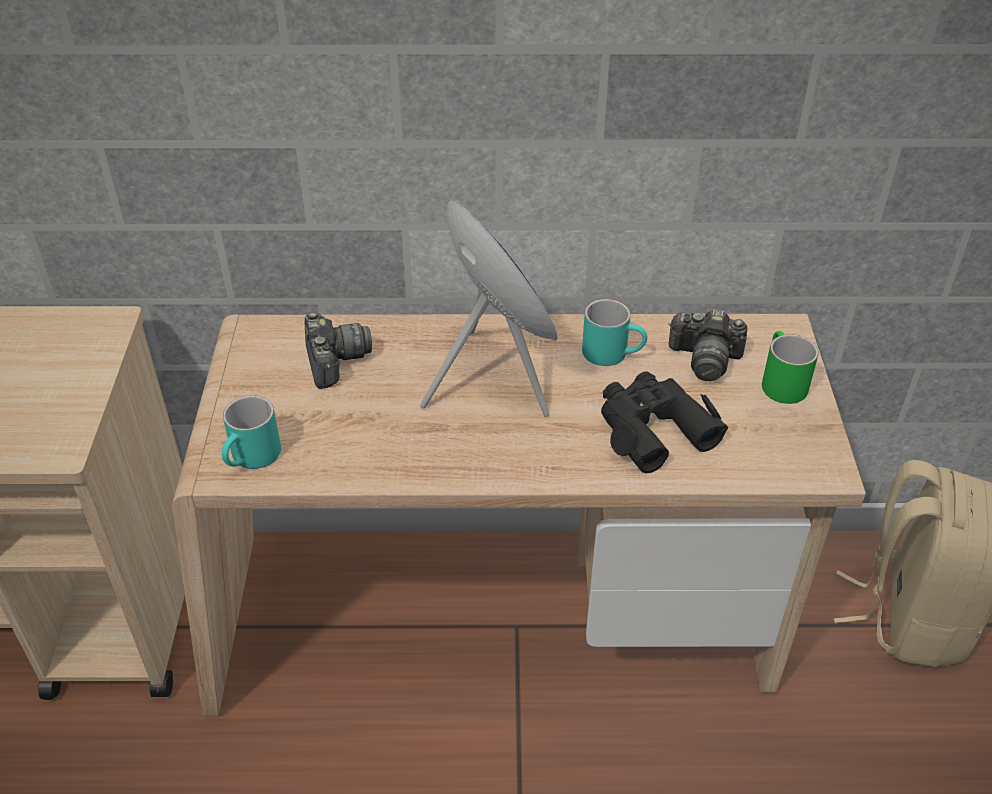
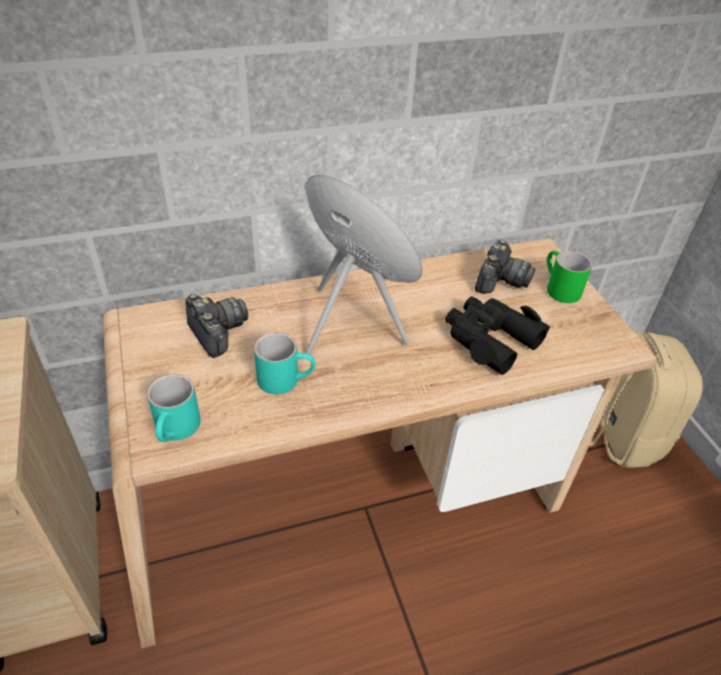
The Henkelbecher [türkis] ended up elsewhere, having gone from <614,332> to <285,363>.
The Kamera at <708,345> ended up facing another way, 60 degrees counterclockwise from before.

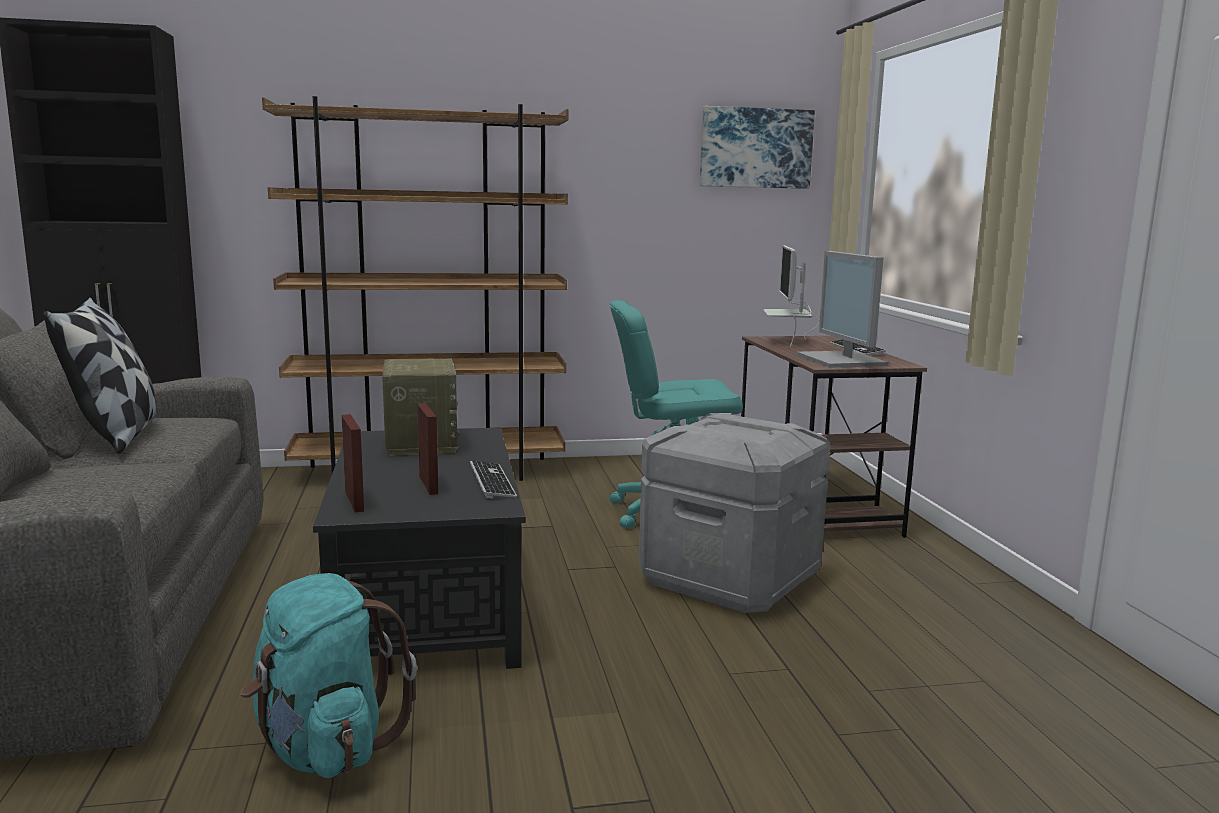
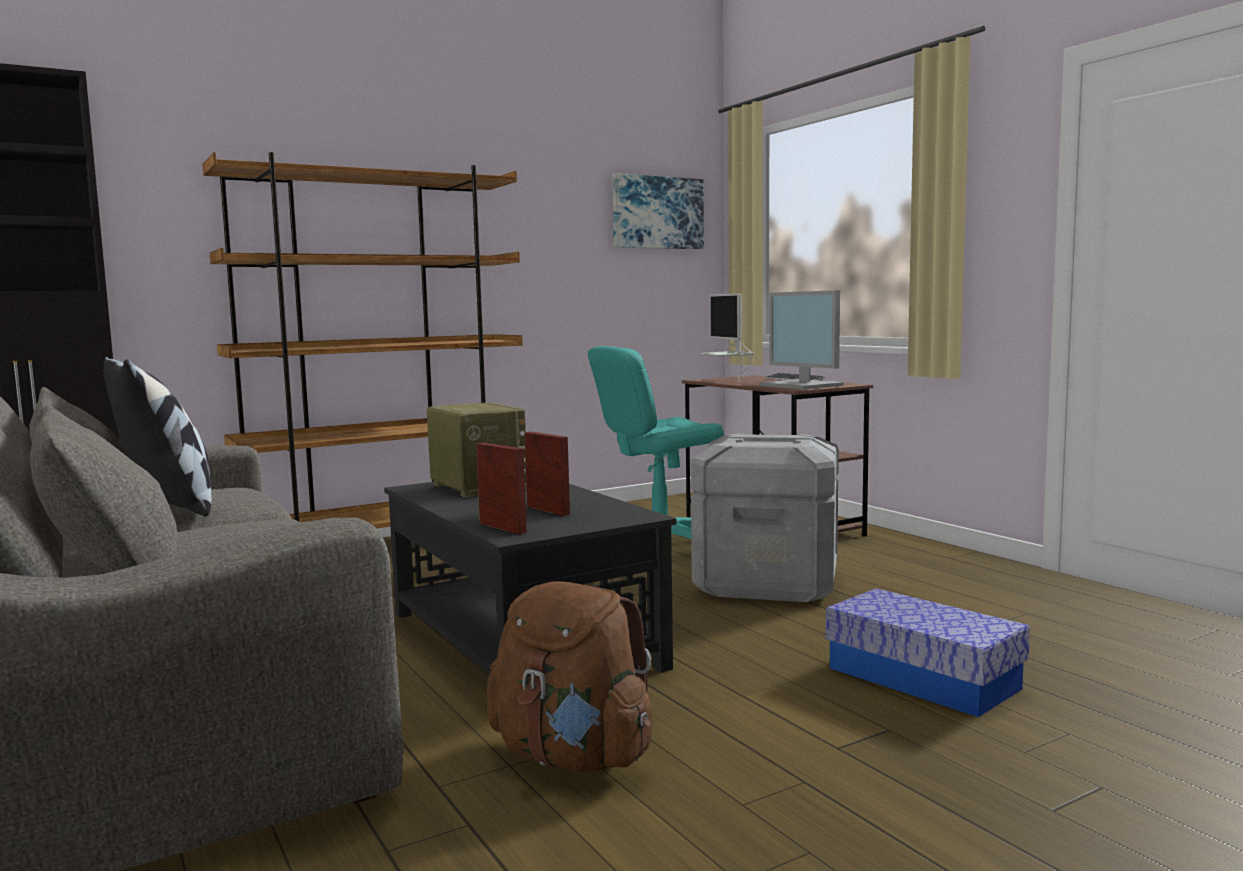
What was the Rucksack [türkis] at <328,675> turned into the Rucksack [braun] at <569,676>.
The second view lost the Tastatur at <493,480>.
The second view gained the Aufbewahrungsbox at <928,652>.

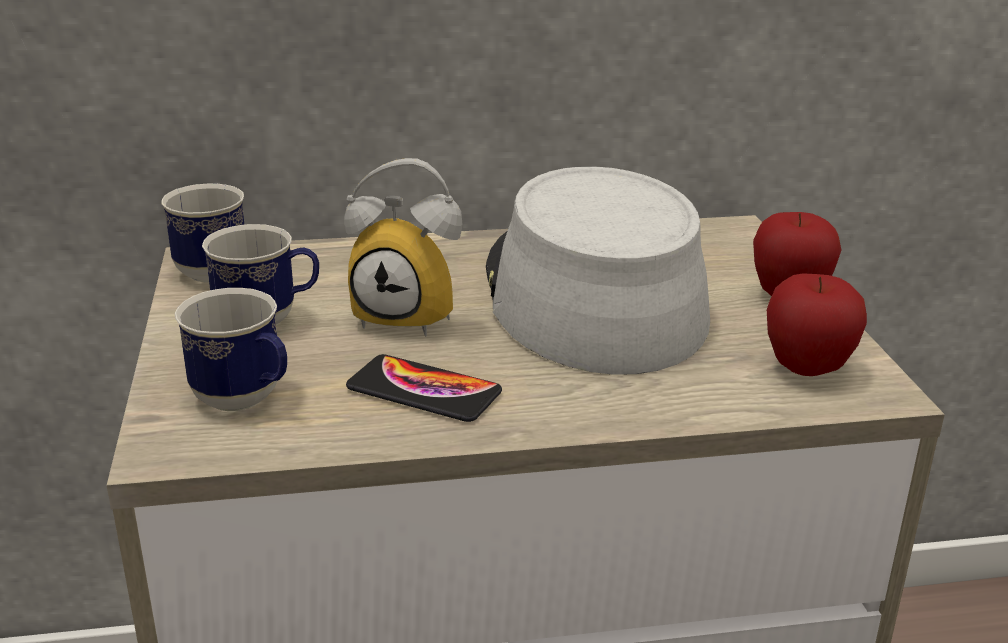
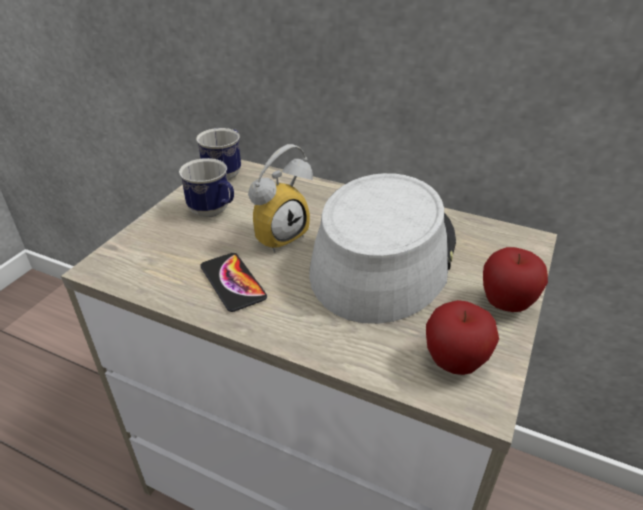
The second view lost the Henkelbecher at <230,349>.
The Wecker at <403,247> ended up facing another way, 90 degrees counterclockwise from before.

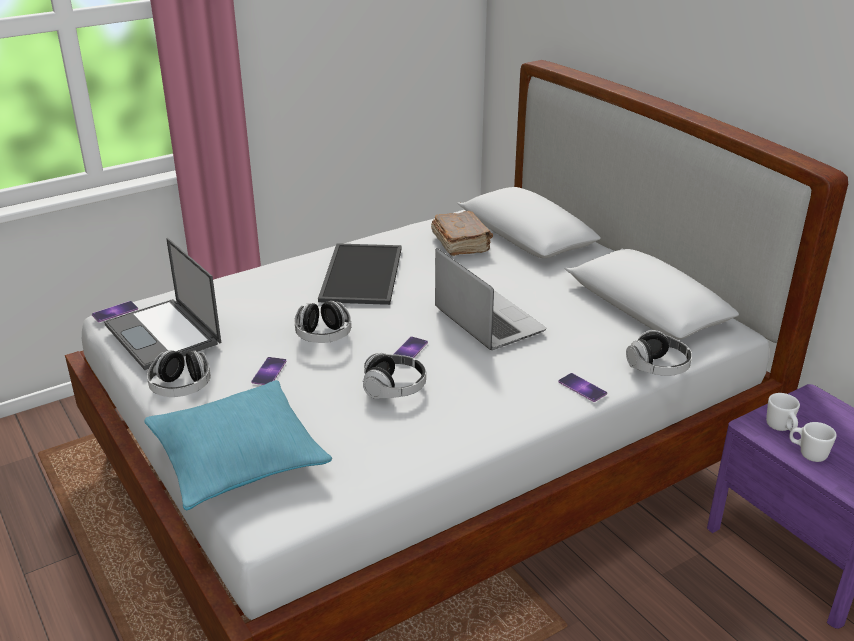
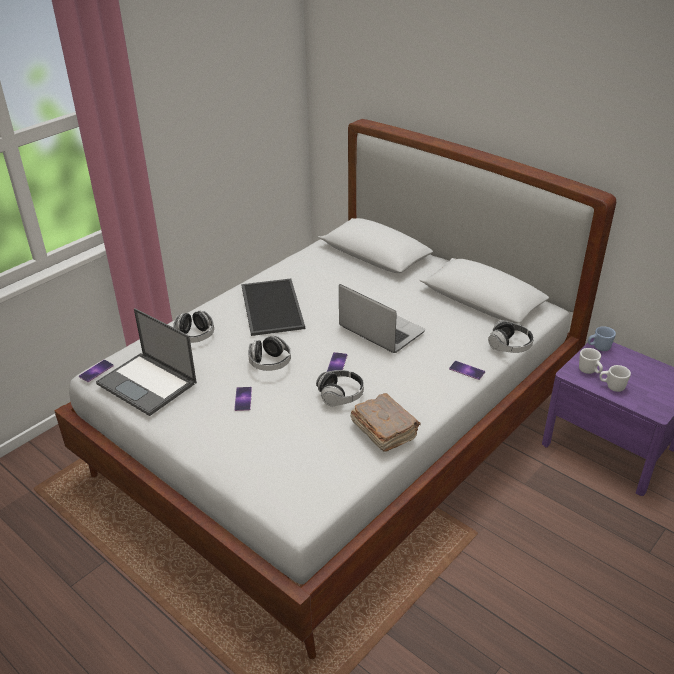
The second view lost the Kissen [türkis] at <238,445>.
The Kopfhörer ended up elsewhere, having gone from <179,373> to <193,327>.
The Buch [braun] ended up elsewhere, having gone from <462,233> to <385,422>.
The second view gained the Henkelbecher [blau] at <602,338>.

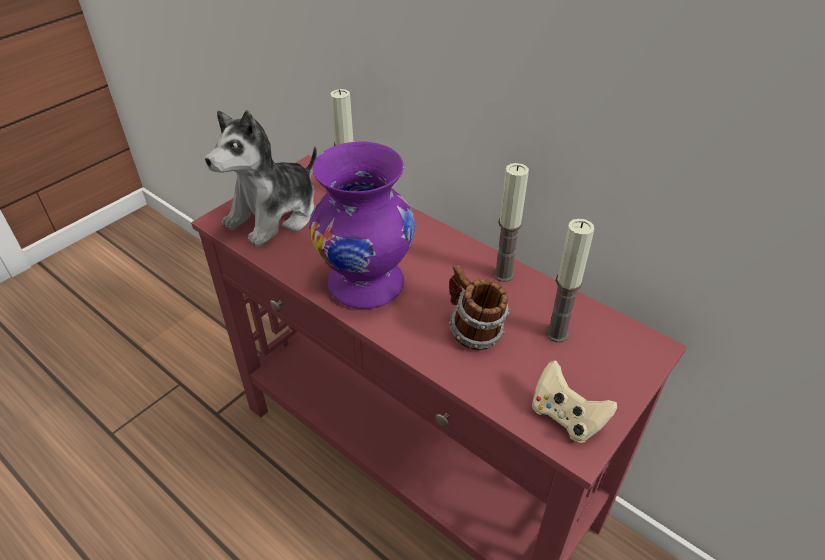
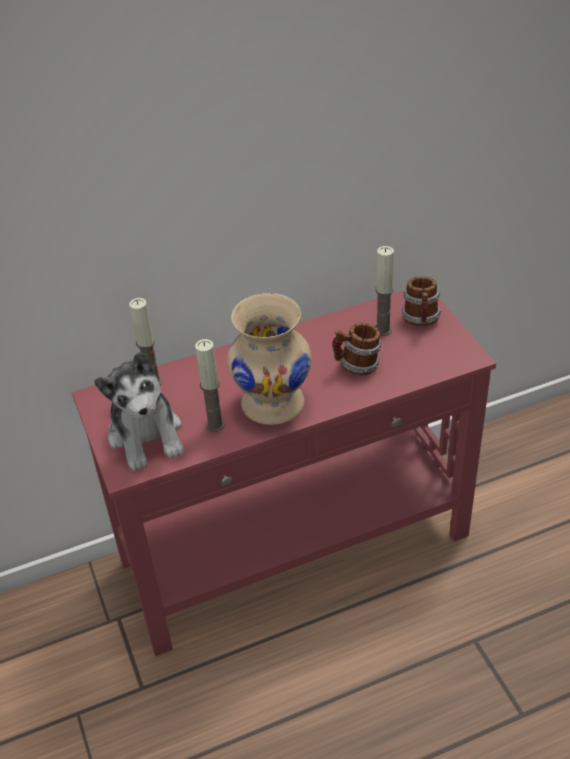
What was the Vase [lila] at <362,225> turned into the Vase [beige] at <269,359>.
The Kerze ended up elsewhere, having gone from <511,222> to <210,385>.
The second view lost the Gamepad [beige] at <574,402>.
The second view gained the Henkelbecher at <421,301>.

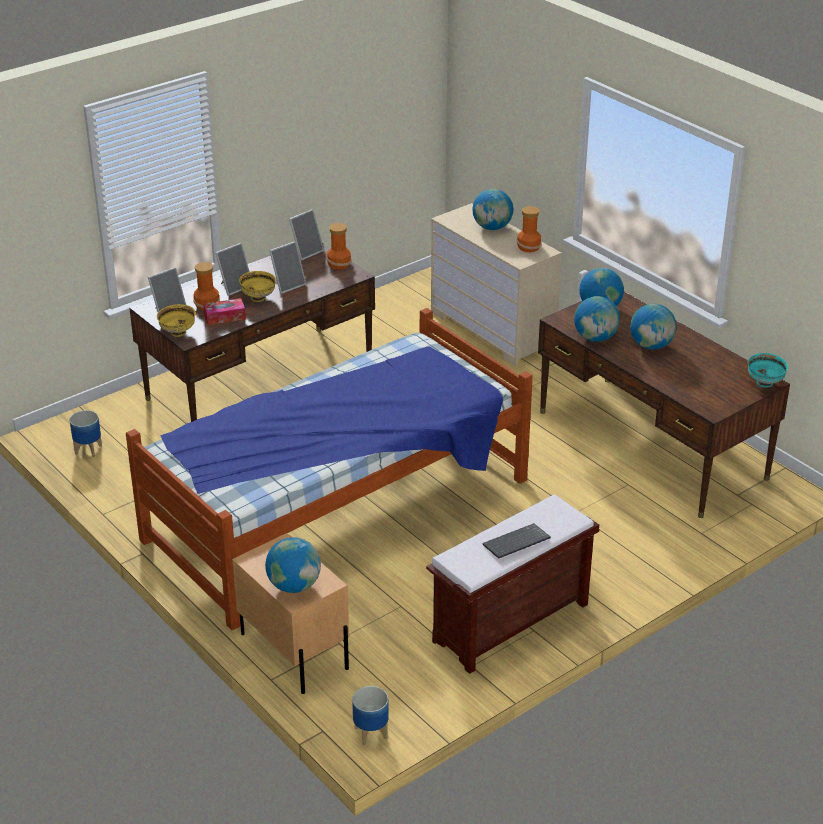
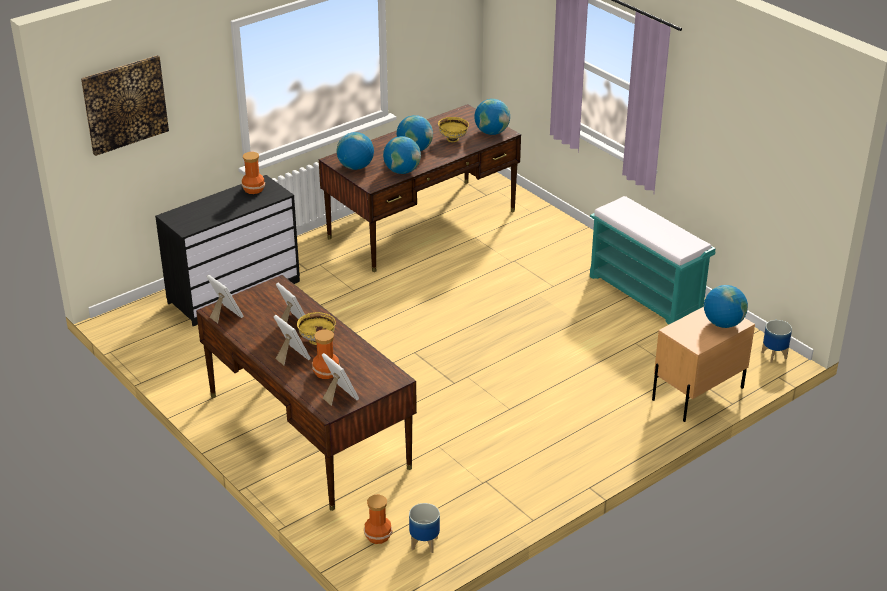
The second view lost the Bett at <329,469>.
The Schüssel [gelb] ended up elsewhere, having gone from <176,320> to <453,129>.
The second view lost the Taschentuchbox at <224,311>.
The Vase ended up elsewhere, having gone from <339,246> to <378,519>.
What was the Bank [braun] at <512,584> turned into the Bank [türkis] at <653,260>.
What was the Kommode [beige] at <496,284> turned into the Kommode [schwarz] at <227,250>.
The Globus ended up elsewhere, having gone from <492,209> to <492,117>.
The second view lost the Tastatur at <516,541>.
The second view lost the Schüssel [türkis] at <768,370>.
The second view gained the Bild at <125,105>.

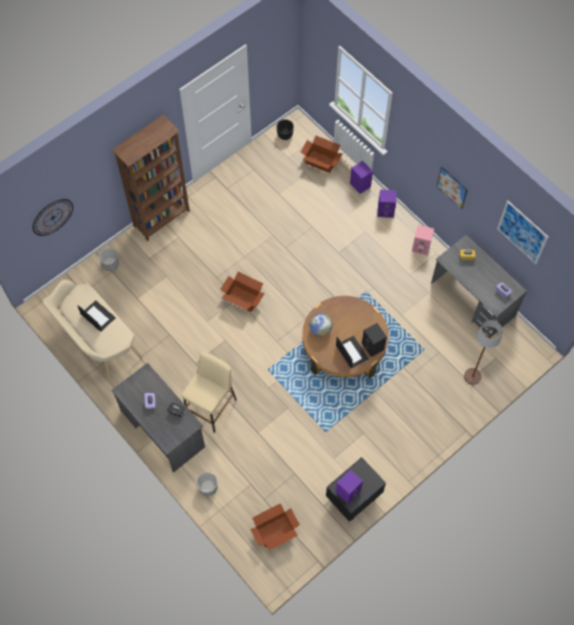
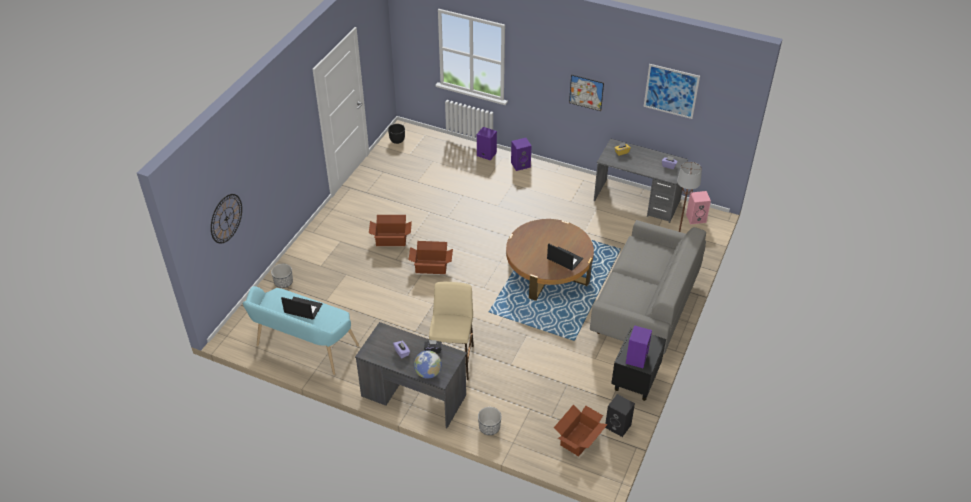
What was the Bank [beige] at <92,329> turned into the Bank [türkis] at <301,330>.
The second view lost the Bücherregal [braun] at <151,178>.
The Karton ended up elsewhere, having gone from <322,154> to <390,230>.
The Globus ended up elsewhere, having gone from <321,325> to <428,364>.
The Lautsprecher [schwarz] ended up elsewhere, having gone from <374,340> to <620,415>.
The Lautsprecher [rosa] ended up elsewhere, having gone from <423,240> to <698,207>.
The second view gained the Sofa [grau] at <648,287>.

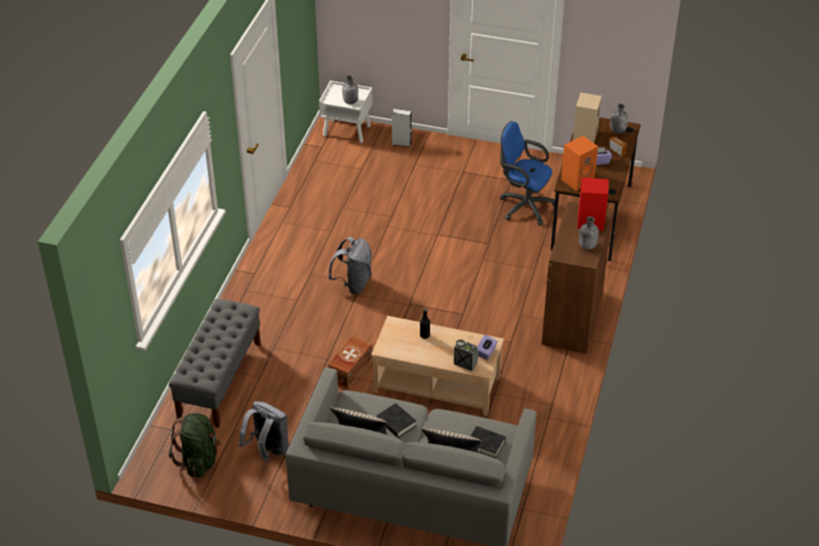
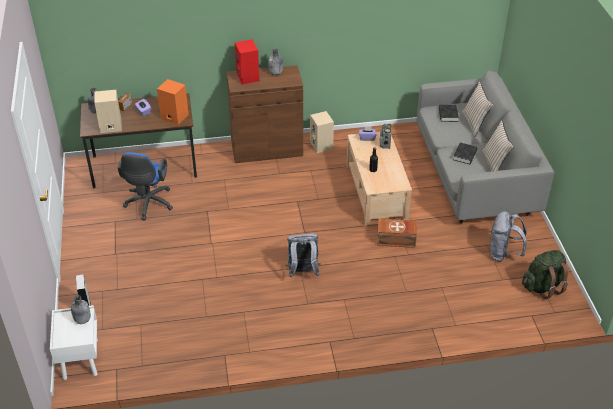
The second view lost the Bank [grau] at <215,363>.
The second view gained the Lautsprecher [beige] at <322,132>.

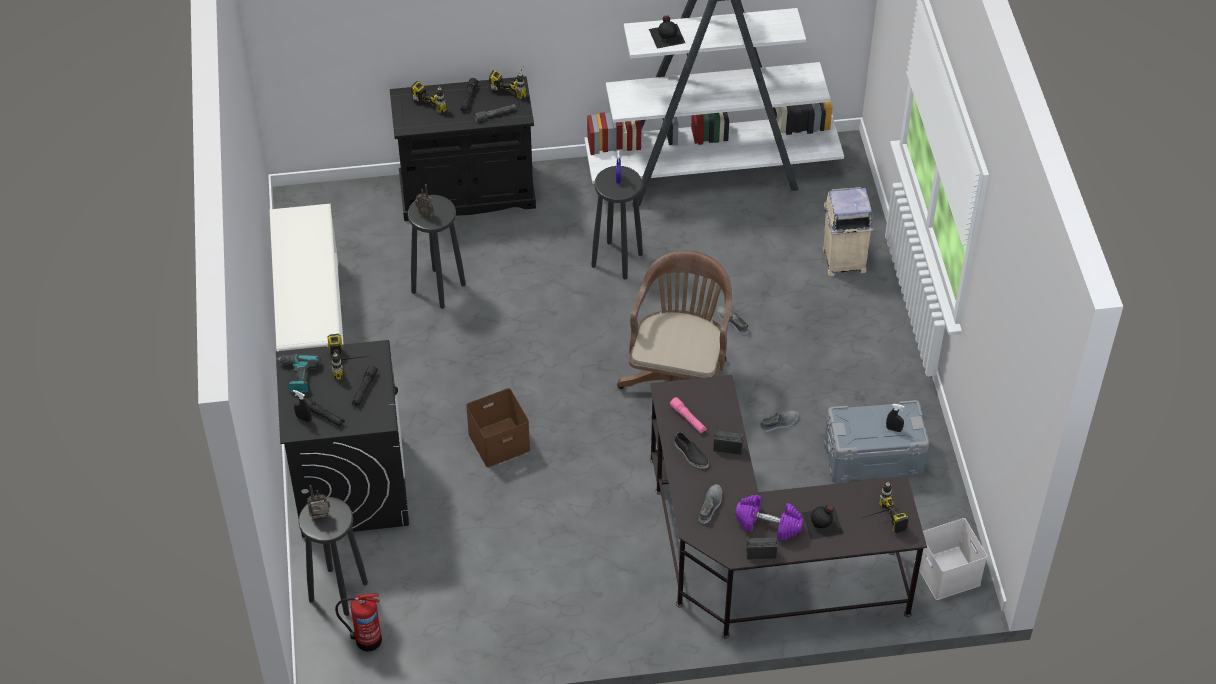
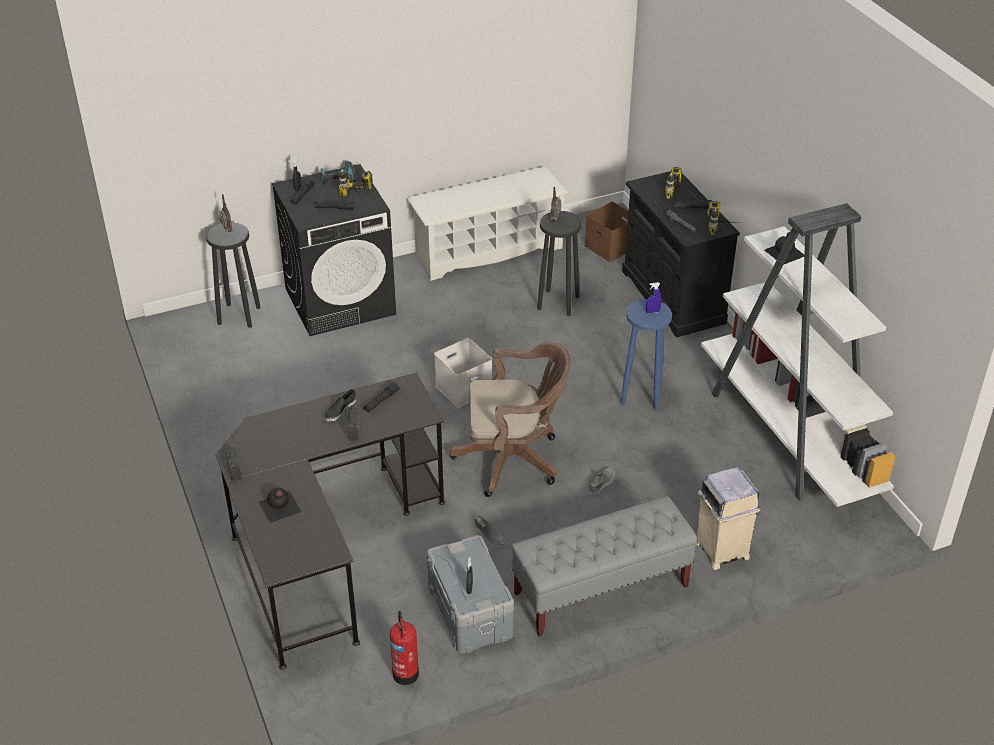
The Feuerlöscher ended up elsewhere, having gone from <358,622> to <404,648>.
The Aufbewahrungsbox [braun] ended up elsewhere, having gone from <498,428> to <607,232>.
What was the Hocker [schwarz] at <617,222> turned into the Hocker [blau] at <646,354>.
What was the Taschenlampe [rosa] at <688,415> turned into the Taschenlampe [schwarz] at <381,397>.
The second view lost the Schuh [grau] at <710,504>.
The second view lost the Hantel [lila] at <769,517>.
The second view lost the Bohrmaschine at <886,507>.
The Aufbewahrungsbox [weiß] ended up elsewhere, having gone from <953,559> to <463,373>.
The second view gained the Bank [grau] at <604,566>.

